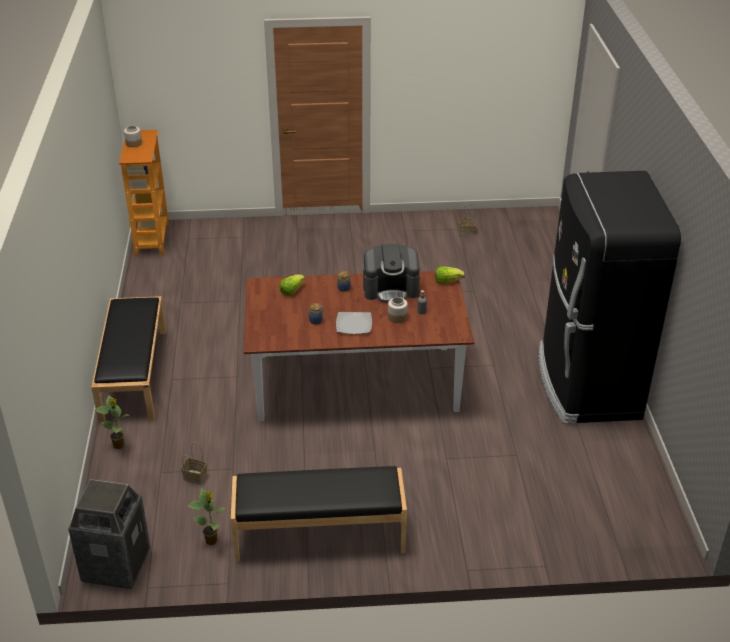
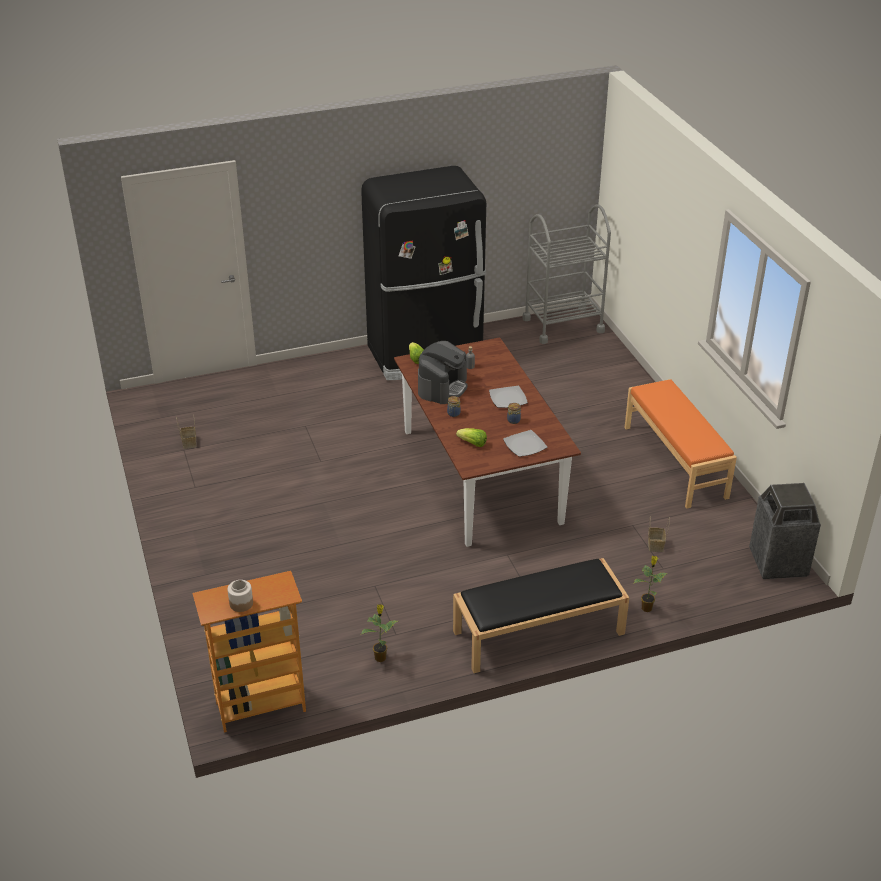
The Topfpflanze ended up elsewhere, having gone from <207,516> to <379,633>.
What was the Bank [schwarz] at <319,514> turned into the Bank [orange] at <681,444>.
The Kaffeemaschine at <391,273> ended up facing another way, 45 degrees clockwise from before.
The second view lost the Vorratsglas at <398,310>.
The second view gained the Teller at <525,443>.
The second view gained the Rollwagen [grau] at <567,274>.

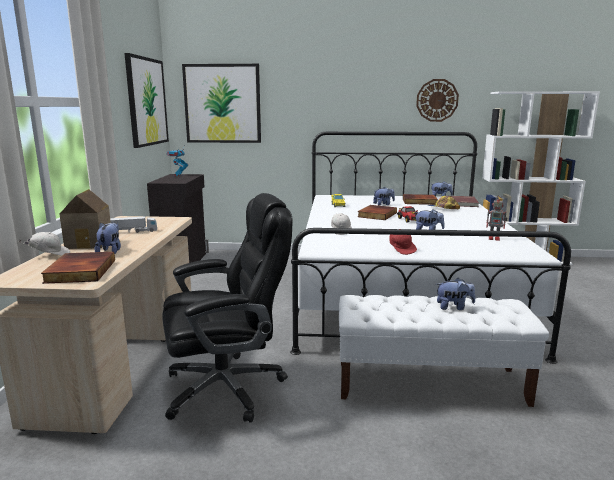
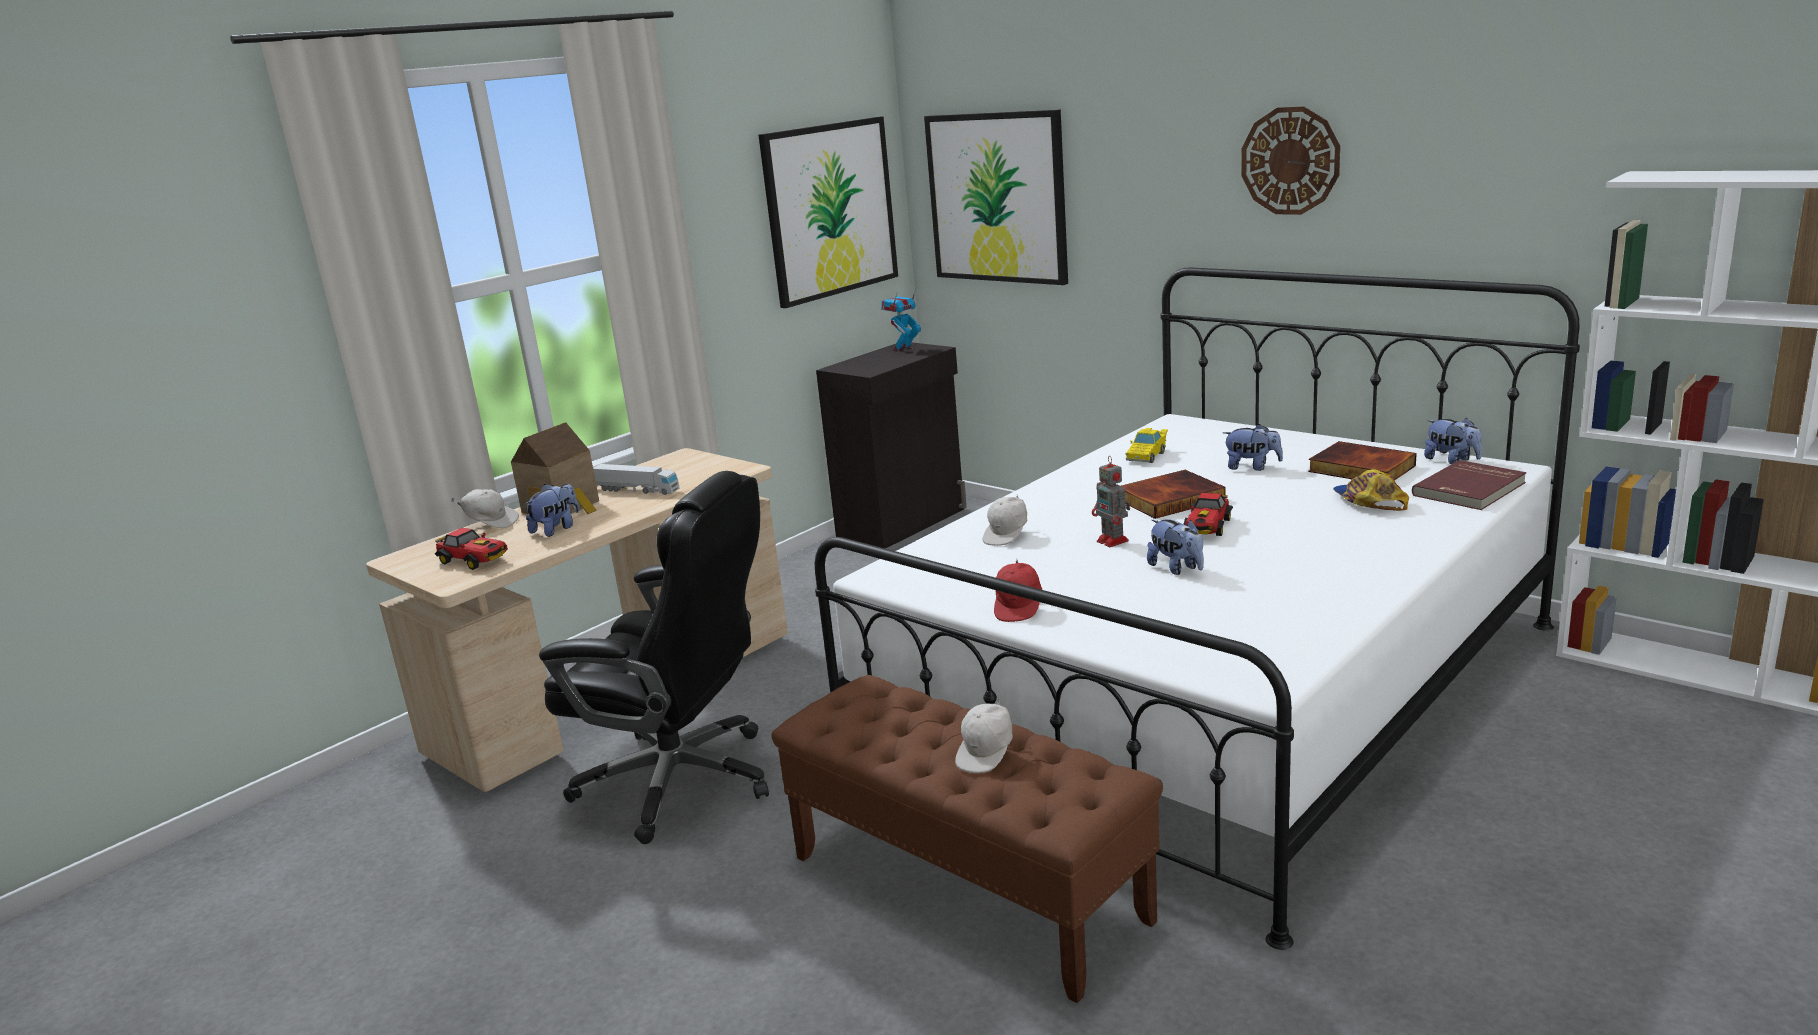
Where the Buch stood at <78,268>, the Spielzeugauto came to stand at <471,549>.
What was the Bank [weiß] at <444,351> turned into the Bank [braun] at <967,839>.
The Wanduhr ended up elsewhere, having gone from <437,100> to <1290,161>.
Where the Plüschtier stood at <455,294>, the Kappe [weiß] came to stand at <984,735>.
The Spielzeugroboter ended up elsewhere, having gone from <496,218> to <1111,501>.

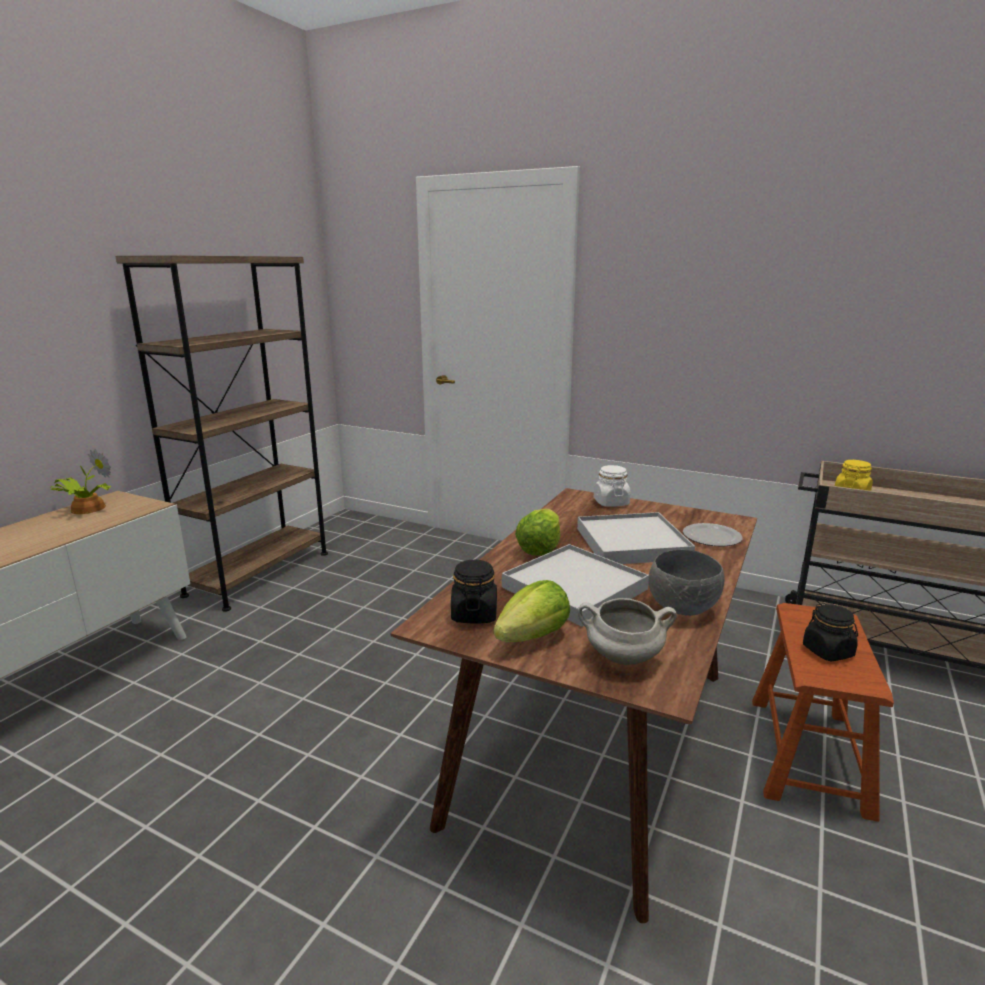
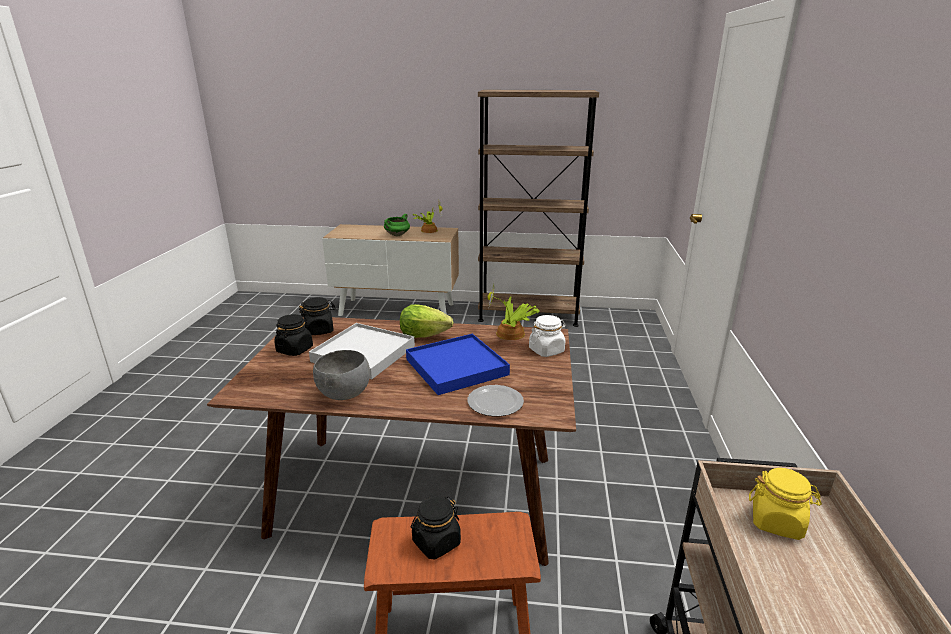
Where the Salatkopf stood at <532,611>, the Vorratsglas [schwarz] came to stand at <293,335>.
What was the Tablett [weiß] at <636,538> turned into the Tablett [blau] at <458,364>.
The second view lost the Kochtopf [weiß] at <627,631>.
The second view gained the Kochtopf [grün] at <397,225>.
The second view gained the Topfpflanze at <514,312>.

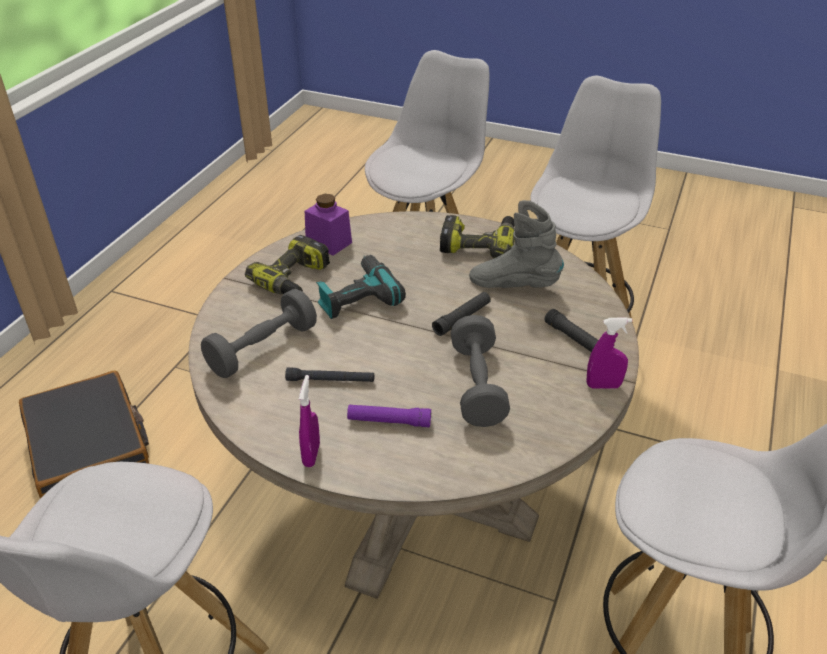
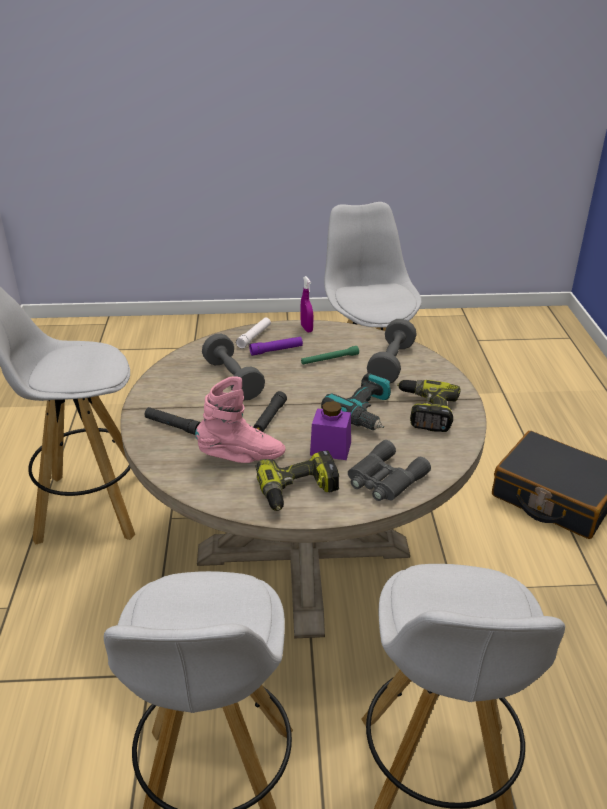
What was the Taschenlampe [schwarz] at <329,375> turned into the Taschenlampe [grün] at <330,355>.
The Vorratsglas [lila] ended up elsewhere, having gone from <328,225> to <330,430>.
What was the Stiefel [grau] at <516,244> turned into the Stiefel [rosa] at <240,419>.
The second view lost the Sprühflasche [lila] at <609,353>.
The second view gained the Taschenlampe [weiß] at <253,333>.
The second view gained the Fernglas [grau] at <389,470>.

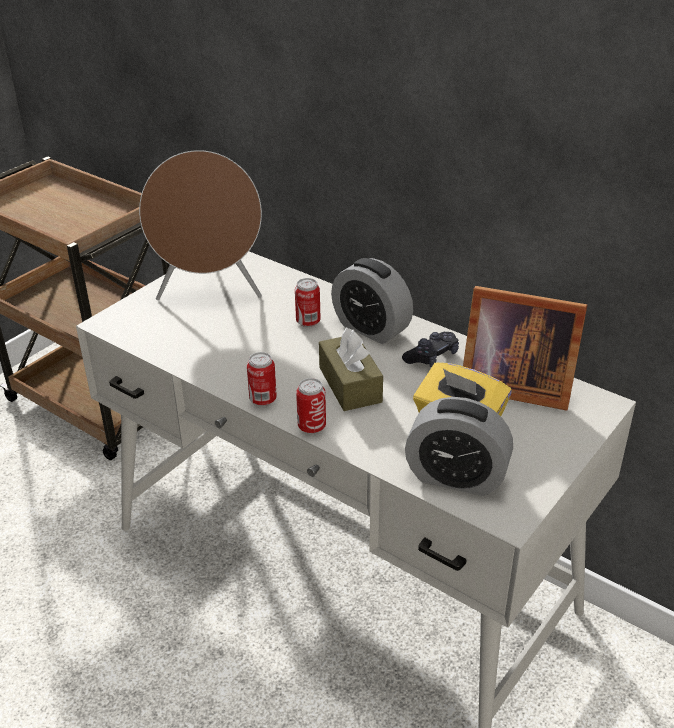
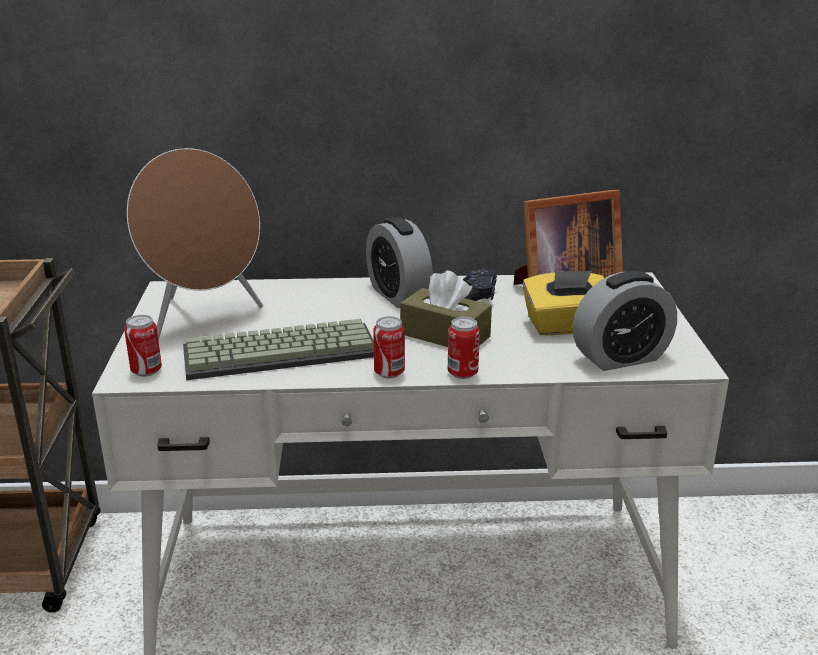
The Dose ended up elsewhere, having gone from <307,302> to <143,345>.
The Wecker at <372,301> ended up facing another way, 60 degrees clockwise from before.
The second view gained the Tastatur at <278,349>.

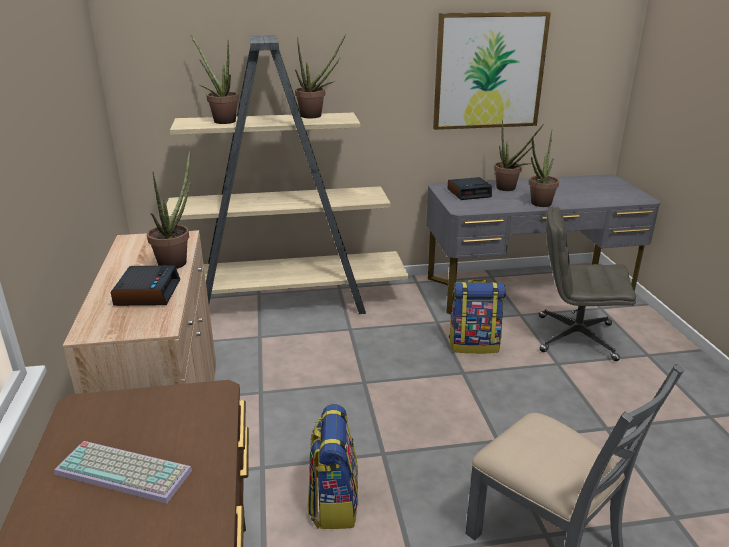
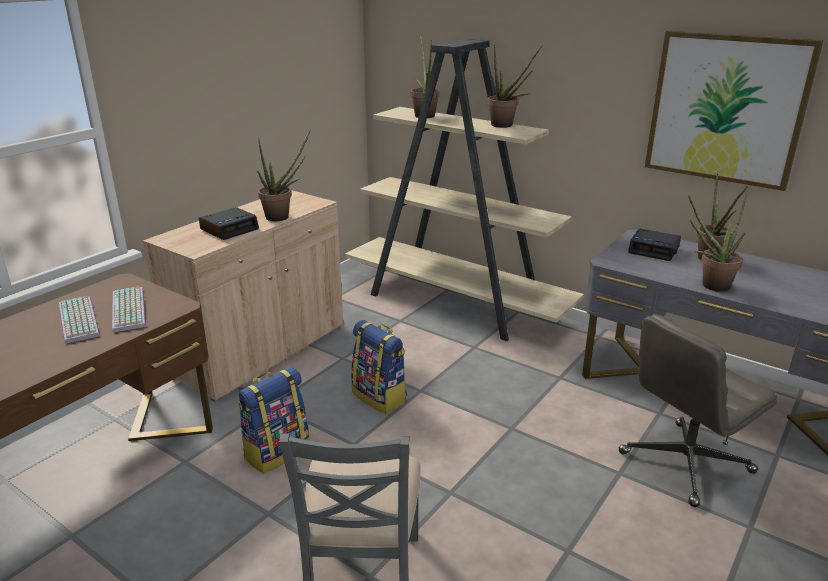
The Rucksack ended up elsewhere, having gone from <477,316> to <379,367>.
The Bürostuhl [grau] at <587,284> ended up facing another way, 90 degrees counterclockwise from before.
The second view gained the Tastatur at <129,310>.

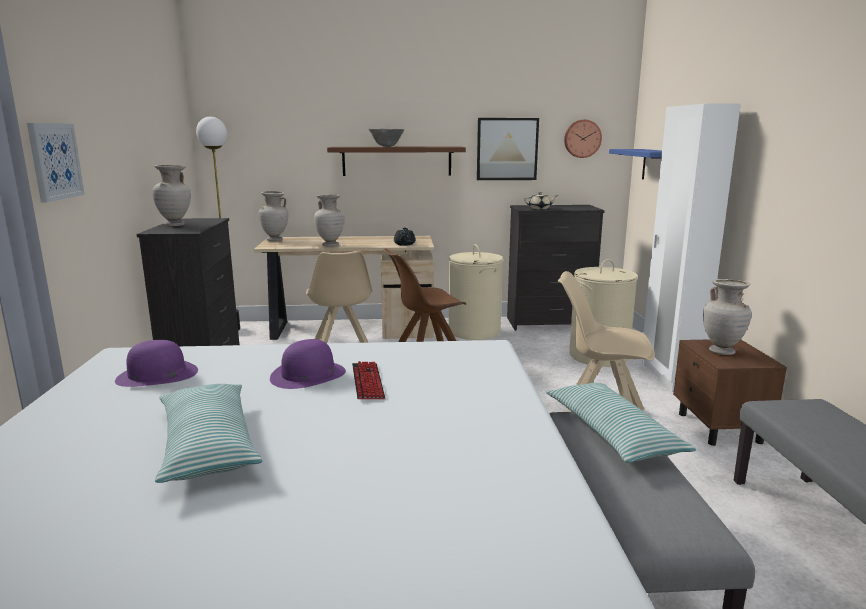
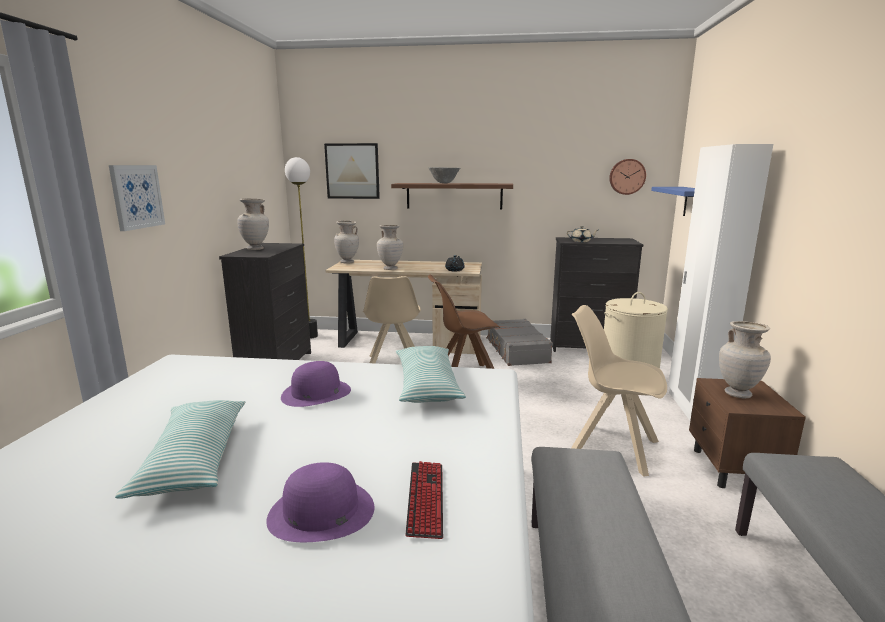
The Hut [lila] ended up elsewhere, having gone from <156,363> to <320,502>.
The Tastatur ended up elsewhere, having gone from <368,380> to <424,500>.
Where the Wäschekorb [beige] stood at <476,292>, the Koffer [grau] came to stand at <519,342>.
The Bild ended up elsewhere, having gone from <508,149> to <352,171>.
The Kissen ended up elsewhere, having gone from <621,423> to <431,374>.

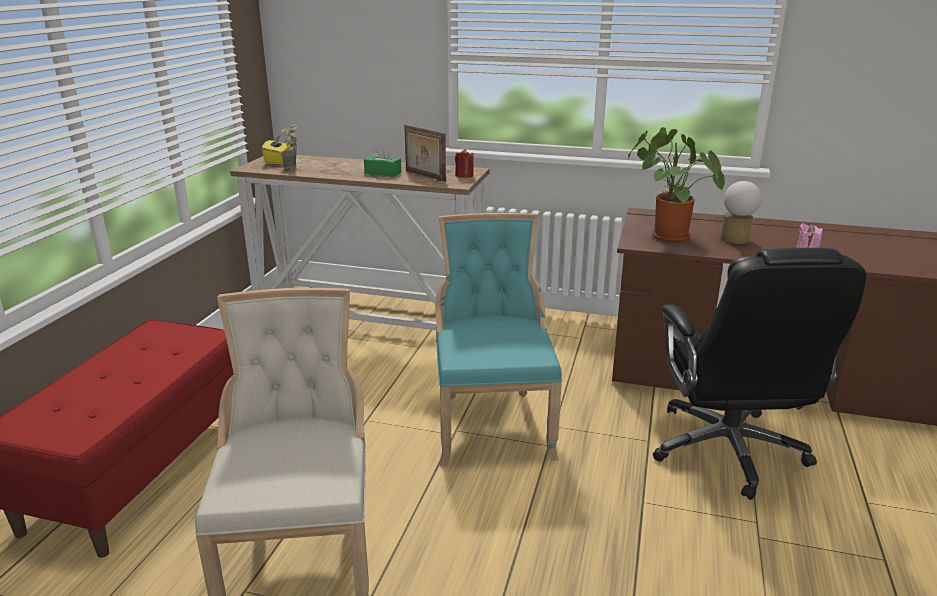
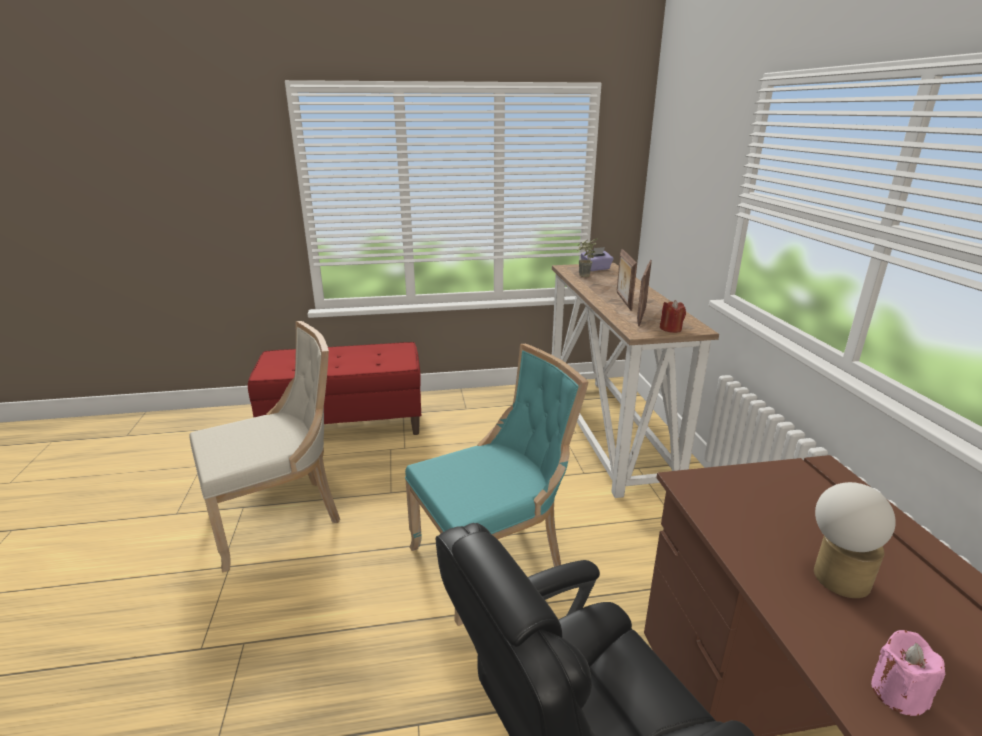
What was the Taschentuchbox [gelb] at <276,150> turned into the Taschentuchbox [lila] at <597,259>.
Where the Taschentuchbox [grün] stood at <382,161>, the Bilderrahmen came to stand at <627,280>.
The second view lost the Topfpflanze at <676,185>.

